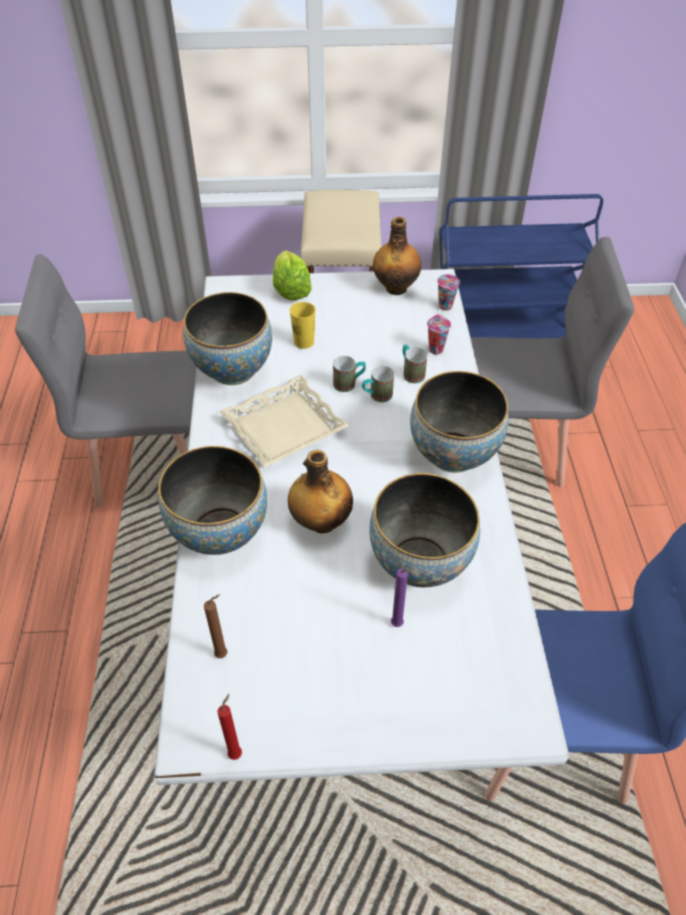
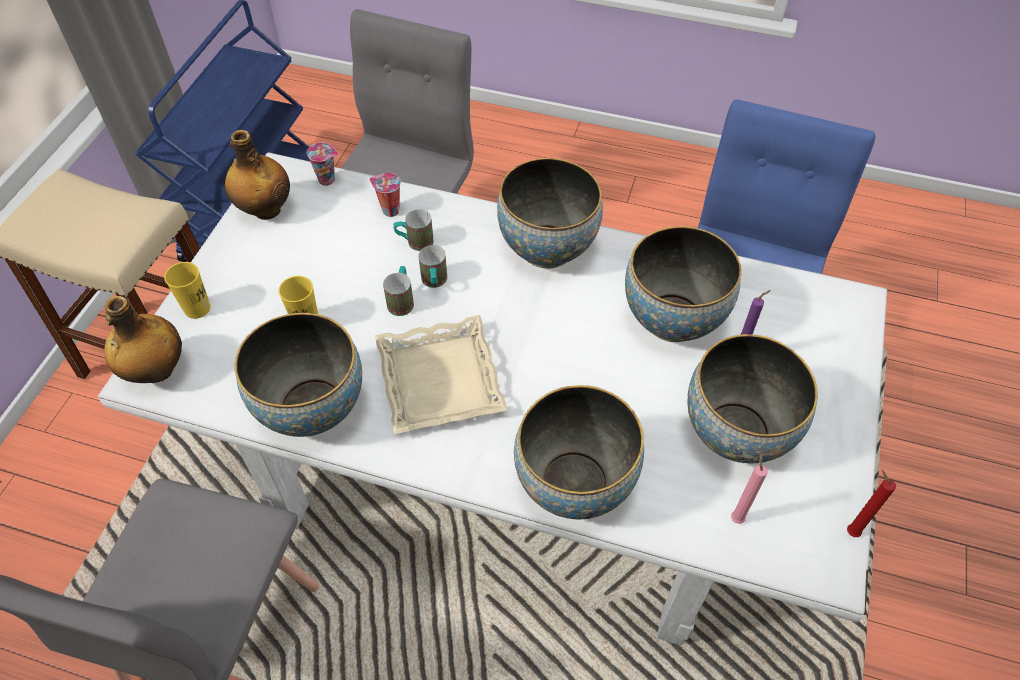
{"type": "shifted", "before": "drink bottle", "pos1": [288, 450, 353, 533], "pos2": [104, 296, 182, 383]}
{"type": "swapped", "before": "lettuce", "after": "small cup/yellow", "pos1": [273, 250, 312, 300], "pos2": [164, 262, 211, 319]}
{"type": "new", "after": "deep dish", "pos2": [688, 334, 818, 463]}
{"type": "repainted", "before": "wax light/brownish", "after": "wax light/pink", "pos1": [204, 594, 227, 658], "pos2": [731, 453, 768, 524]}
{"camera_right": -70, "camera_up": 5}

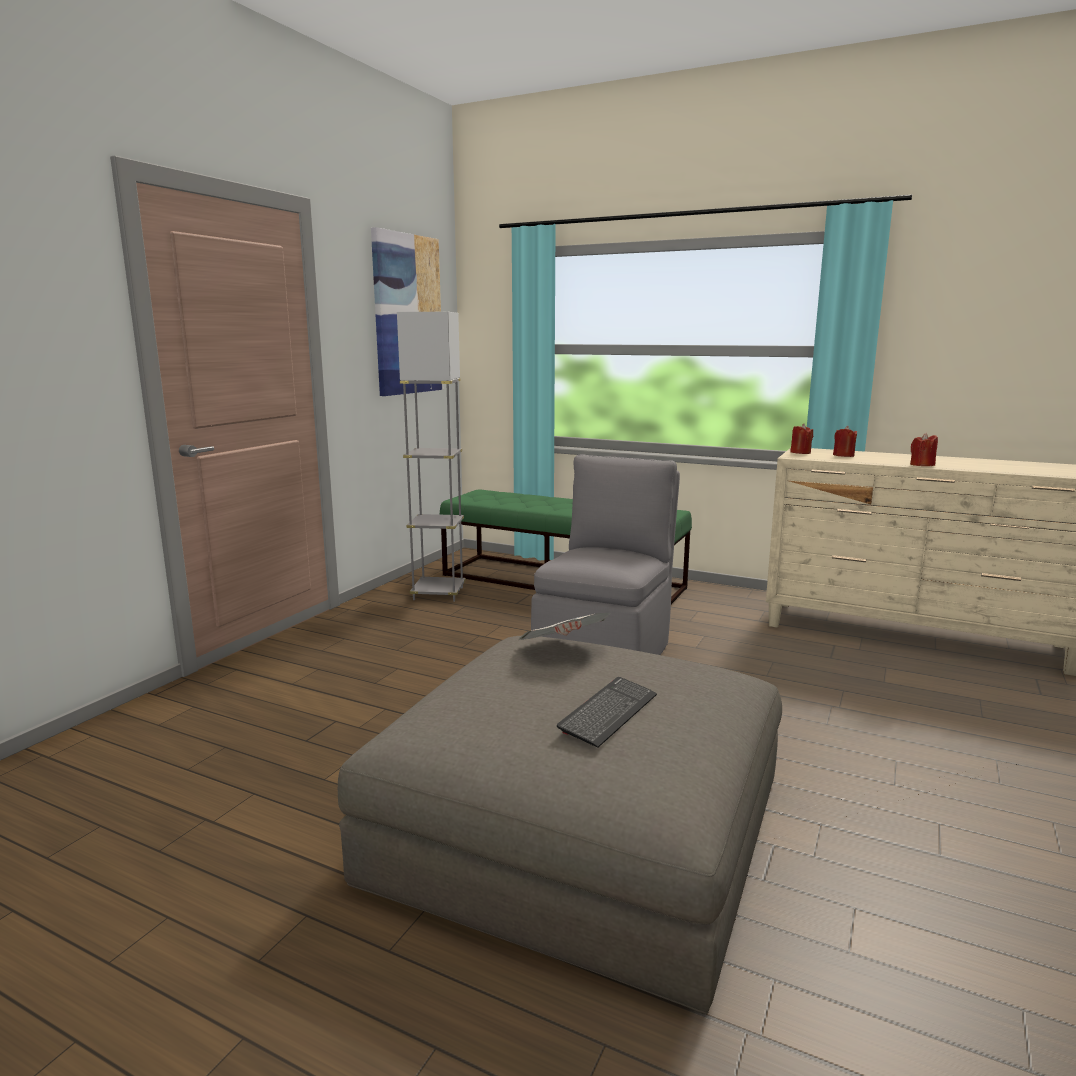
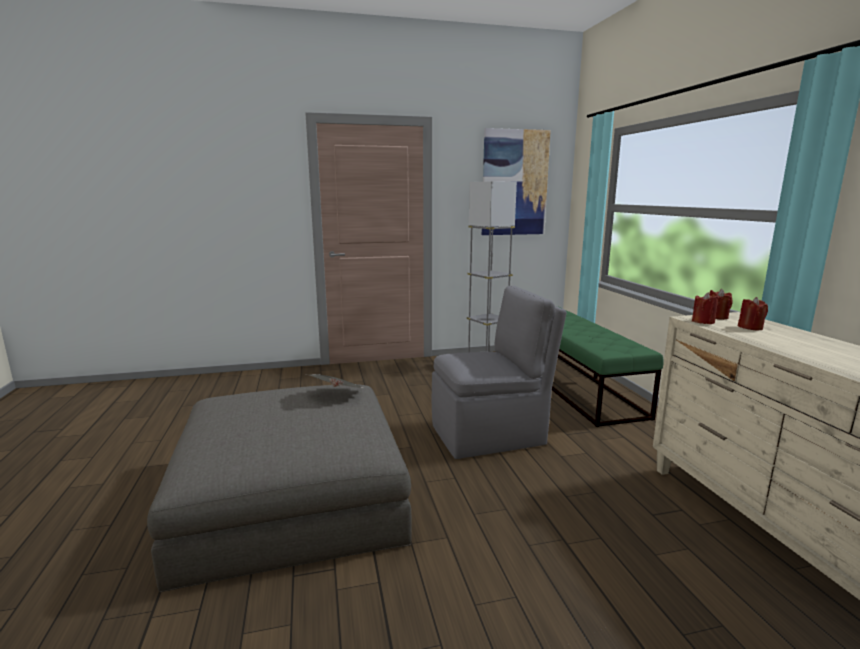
{"type": "shifted", "before": "wax light/reddish", "pos1": [910, 433, 938, 466], "pos2": [692, 292, 719, 324]}
{"type": "gone", "before": "keyboard", "pos1": [557, 677, 657, 748]}
{"camera_right": 50, "camera_up": 0}

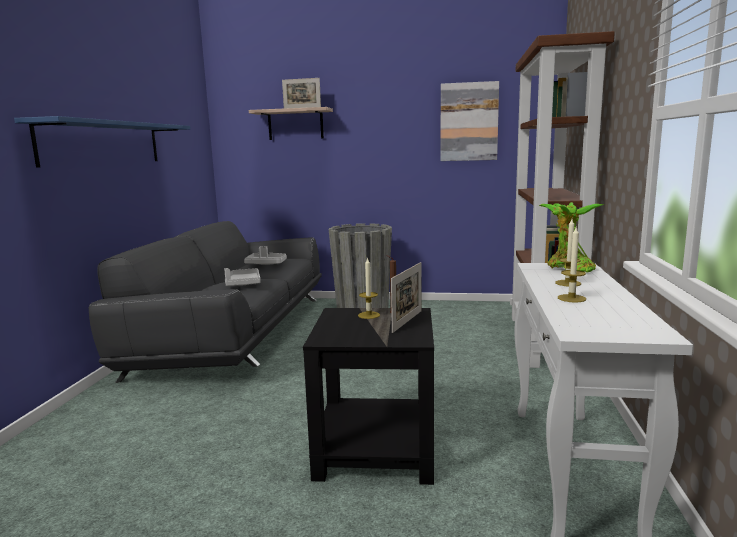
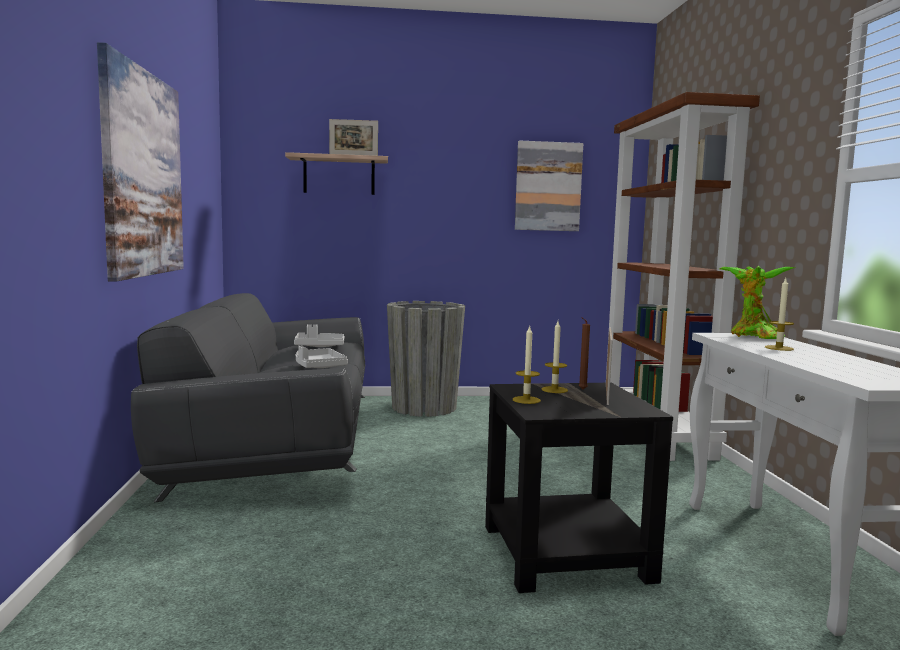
{"type": "swapped", "before": "bracket shelf/blue", "after": "wall art", "pos1": [14, 116, 191, 168], "pos2": [97, 42, 184, 282]}
{"type": "shifted", "before": "wax light", "pos1": [558, 227, 586, 303], "pos2": [513, 326, 541, 404]}
{"camera_right": -15, "camera_up": -5}

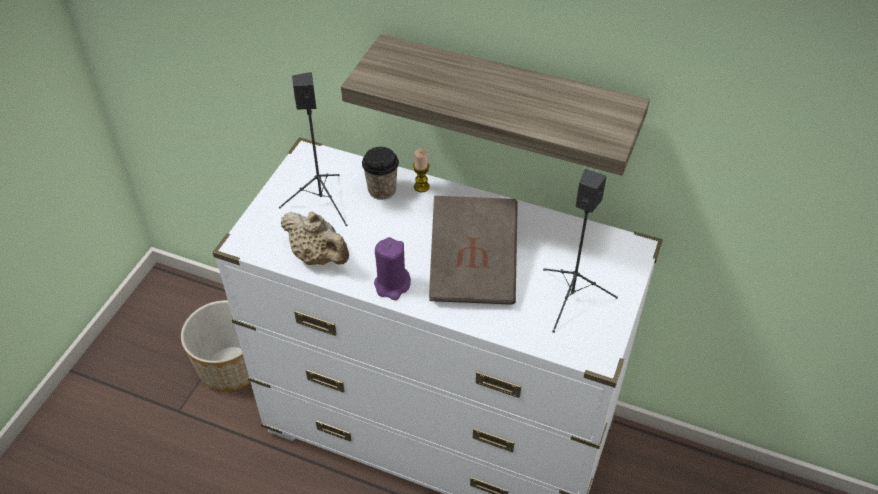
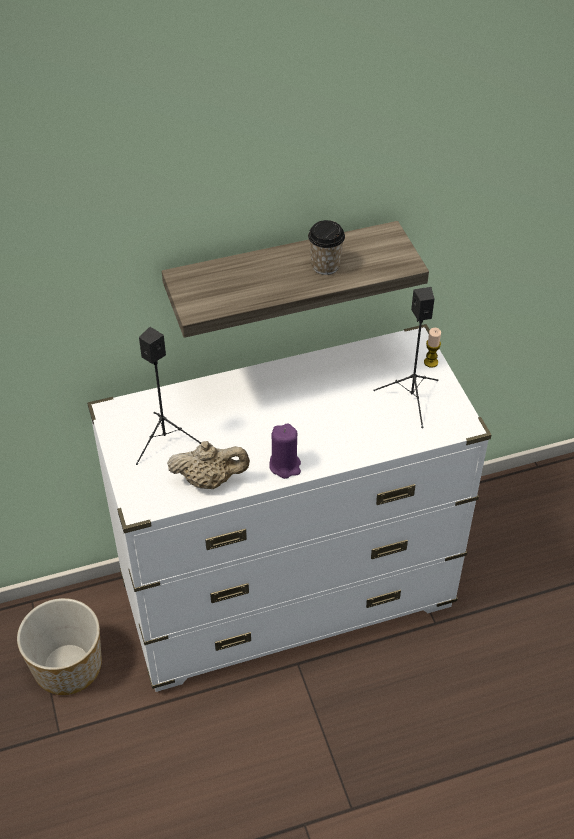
{"type": "shifted", "before": "small cup", "pos1": [362, 147, 399, 200], "pos2": [308, 220, 345, 275]}
{"type": "shifted", "before": "wax light", "pos1": [413, 148, 430, 192], "pos2": [424, 328, 441, 368]}
{"type": "gone", "before": "book/brownish", "pos1": [429, 196, 518, 305]}
{"camera_right": -40, "camera_up": 0}

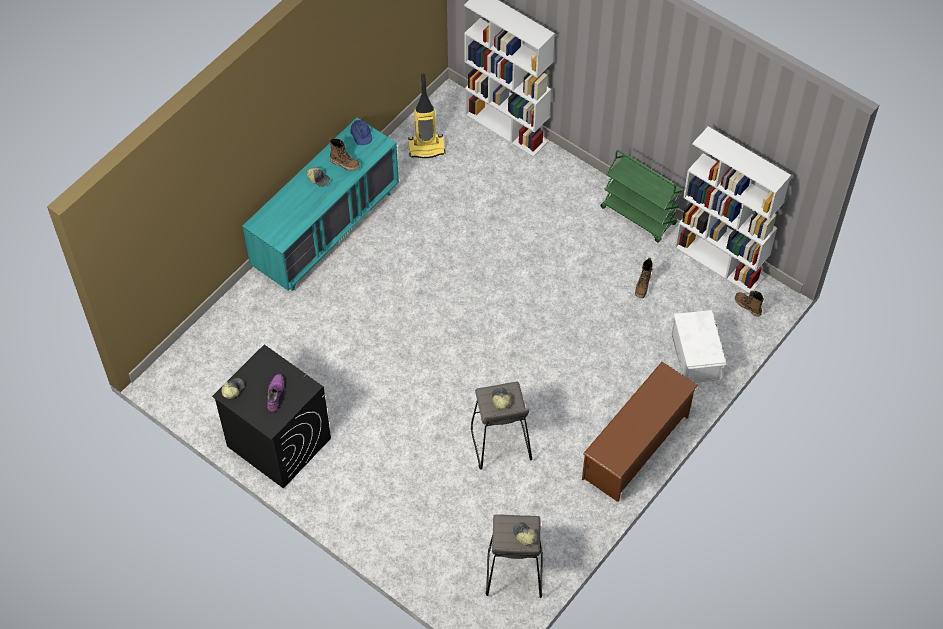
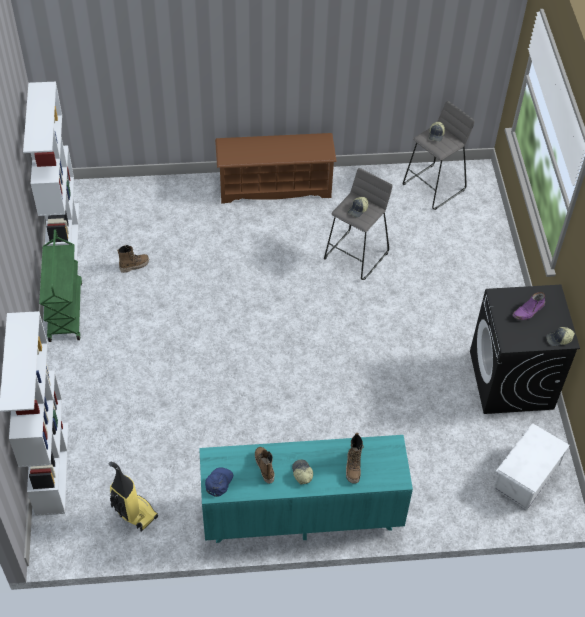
{"type": "shifted", "before": "boot", "pos1": [735, 291, 764, 317], "pos2": [346, 433, 364, 483]}
{"type": "shifted", "before": "storage box/whitish", "pos1": [672, 310, 726, 383], "pos2": [494, 424, 570, 510]}
{"camera_right": -135, "camera_up": -5}

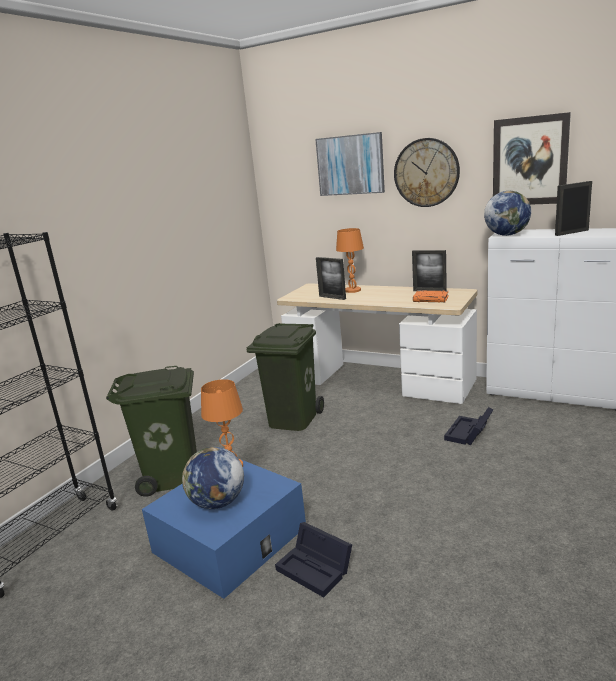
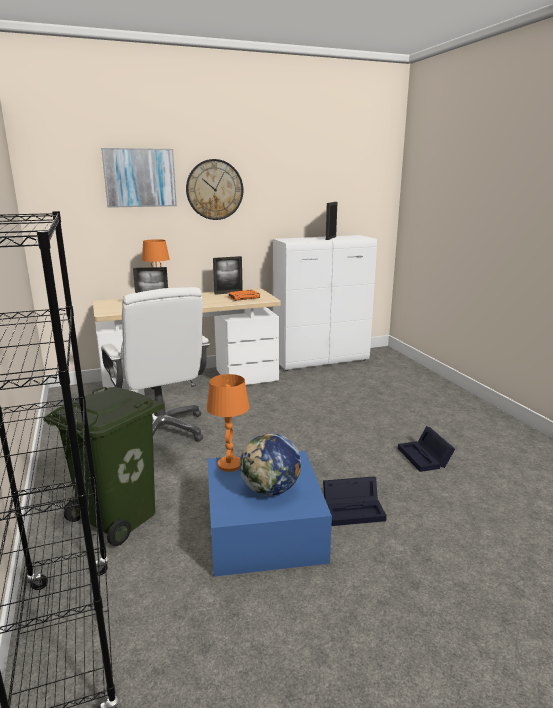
{"type": "swapped", "before": "rubbish bin/greenish", "after": "computer chair/whitish", "pos1": [247, 323, 324, 431], "pos2": [101, 287, 210, 442]}
{"type": "shifted", "before": "storage box/black-coloured", "pos1": [444, 407, 493, 446], "pos2": [398, 426, 455, 472]}
{"type": "gone", "before": "desk globe", "pos1": [484, 191, 531, 236]}
{"type": "gone", "before": "wall art", "pos1": [493, 112, 571, 205]}
{"camera_right": -50, "camera_up": 0}

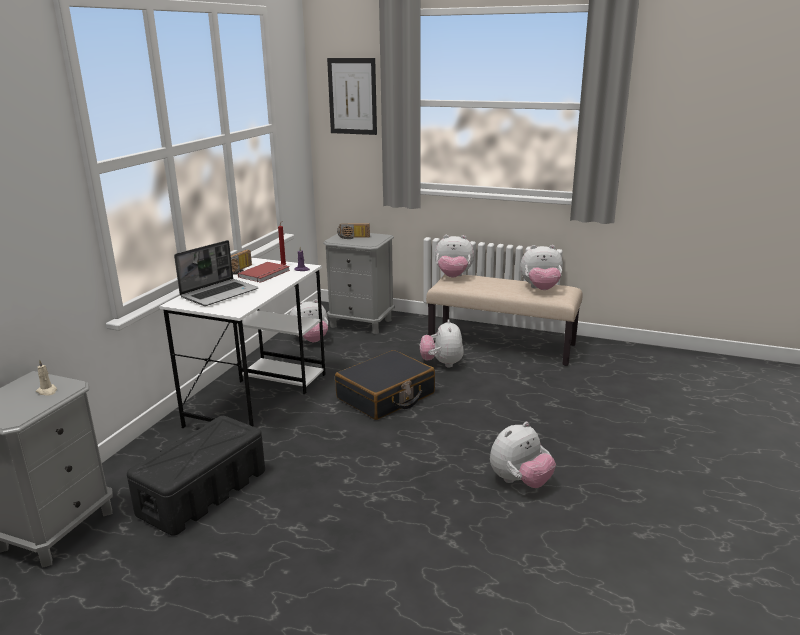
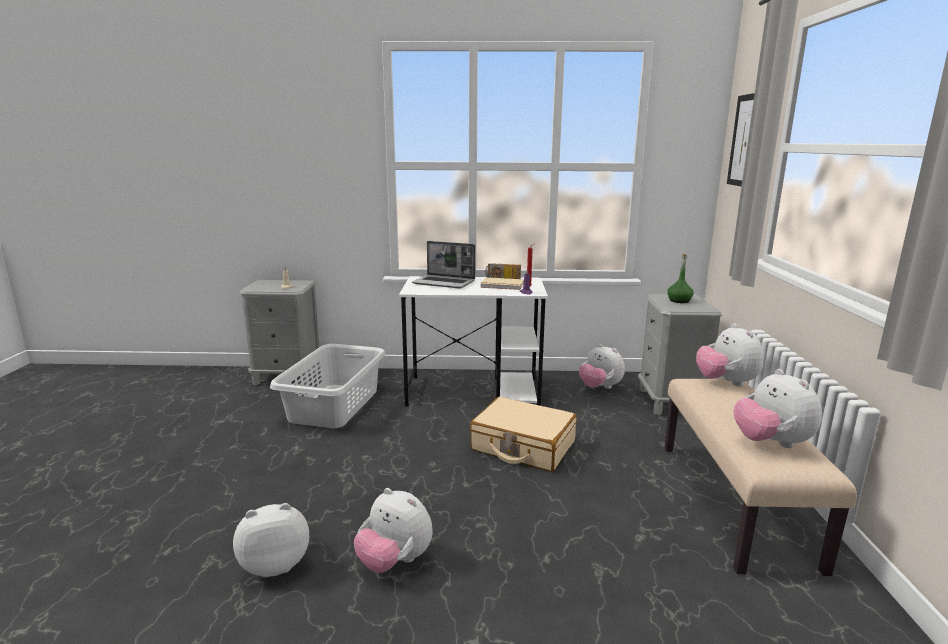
{"type": "shifted", "before": "soft toy", "pos1": [420, 319, 464, 367], "pos2": [233, 503, 309, 578]}
{"type": "swapped", "before": "storage box/black-coloured", "after": "hamper/greyish", "pos1": [127, 416, 265, 536], "pos2": [270, 344, 385, 428]}
{"type": "repainted", "before": "travel case/black-coloured", "after": "travel case/beige-coloured", "pos1": [335, 350, 435, 420], "pos2": [470, 396, 577, 472]}
{"type": "repainted", "before": "book/reddish", "after": "book/beige-coloured", "pos1": [238, 262, 290, 283], "pos2": [480, 277, 524, 290]}
{"type": "swapped", "before": "radio", "after": "drink bottle/greenish", "pos1": [337, 223, 370, 239], "pos2": [667, 254, 694, 303]}
{"camera_right": 70, "camera_up": -5}

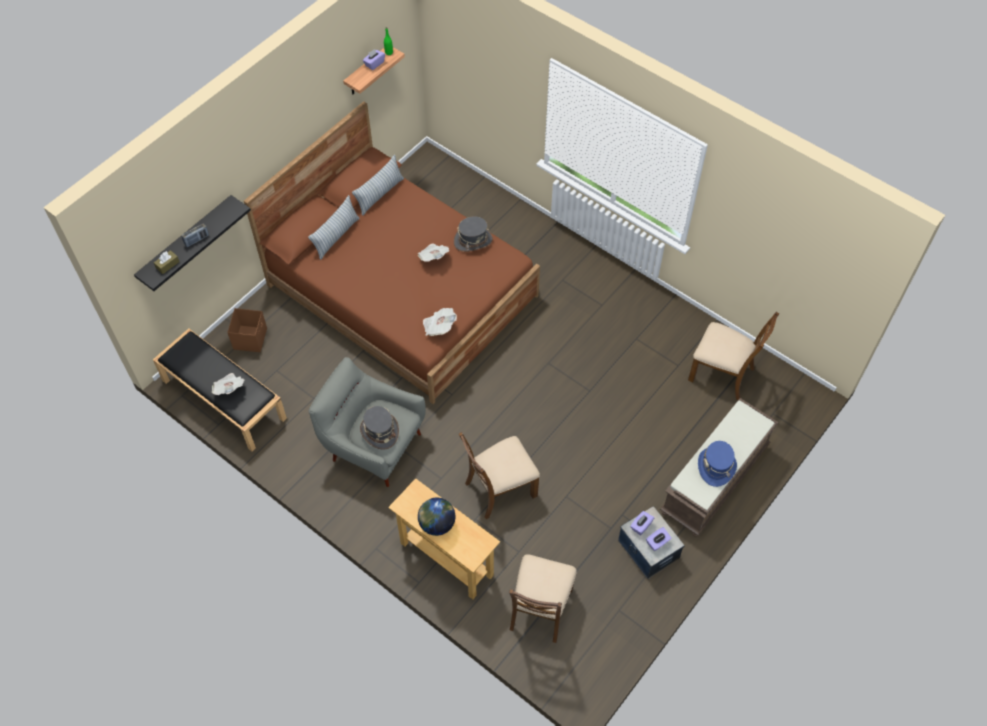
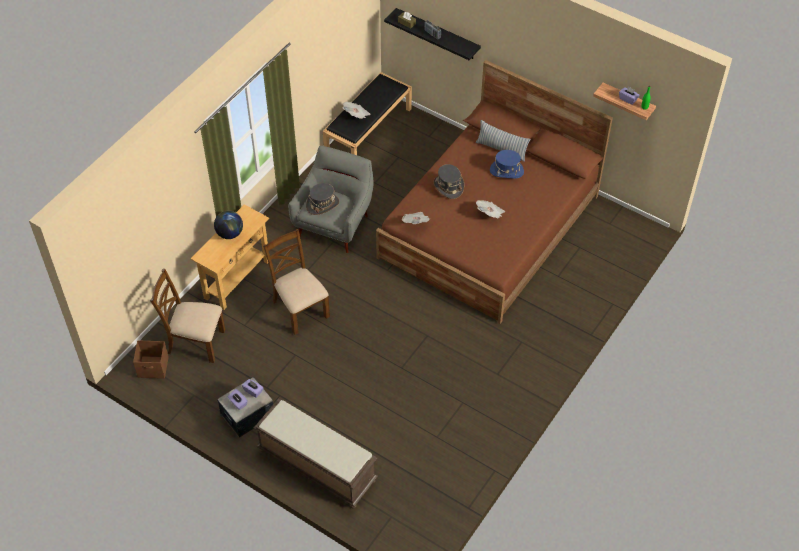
{"type": "shifted", "before": "storage box/brownish", "pos1": [227, 308, 267, 352], "pos2": [133, 340, 169, 379]}
{"type": "shifted", "before": "hat/greyish", "pos1": [454, 216, 493, 252], "pos2": [433, 164, 464, 199]}
{"type": "shifted", "before": "hat/blue", "pos1": [698, 441, 737, 487], "pos2": [490, 150, 524, 179]}
{"type": "gone", "before": "pillow", "pos1": [352, 155, 404, 216]}
{"type": "gone", "before": "upright chair/brownish", "pos1": [688, 312, 779, 400]}
{"camera_right": 85, "camera_up": -5}

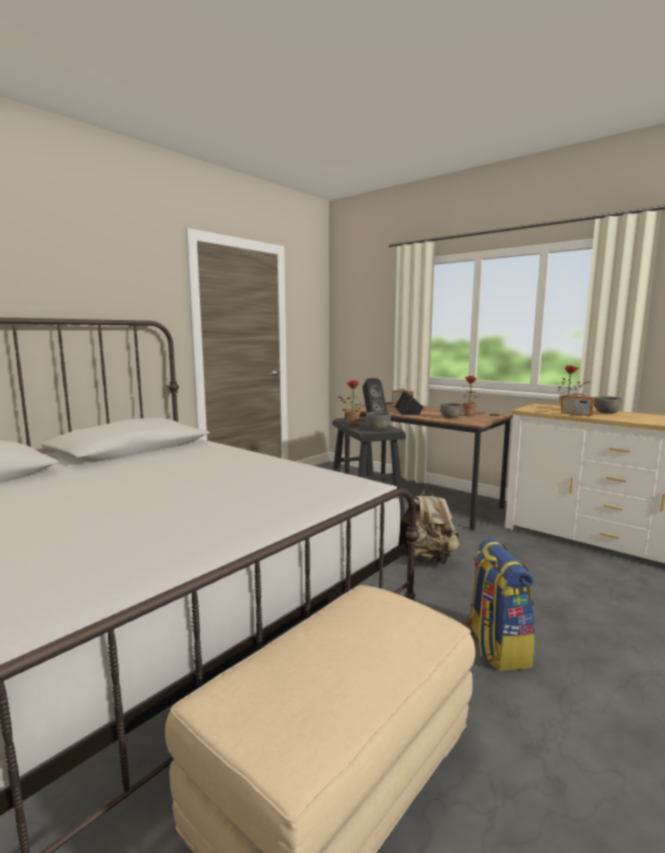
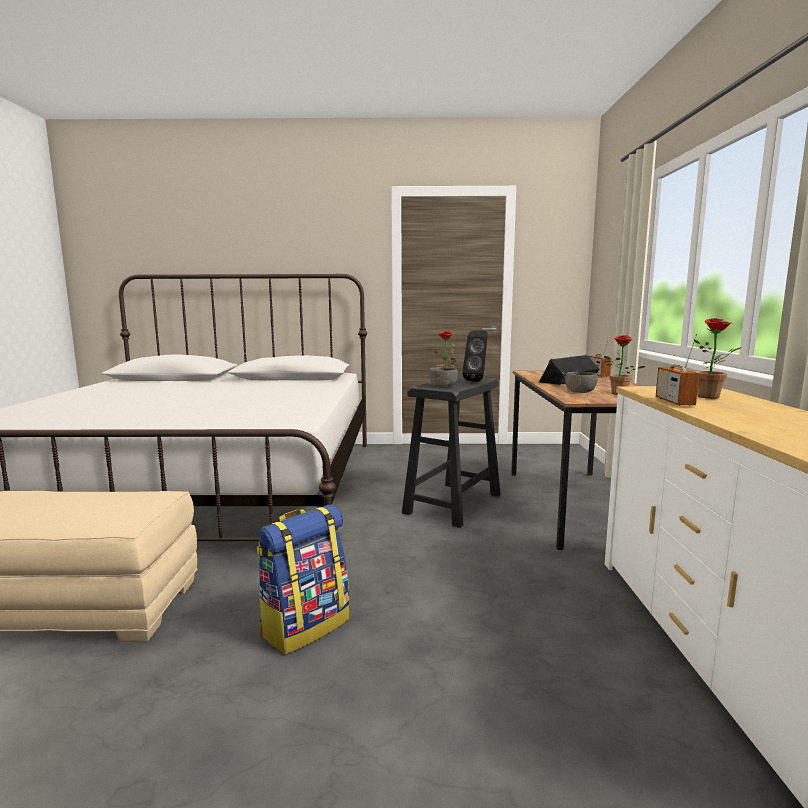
{"type": "gone", "before": "knapsack/beige-coloured", "pos1": [402, 487, 459, 565]}
{"type": "gone", "before": "deep dish/greyish", "pos1": [594, 396, 622, 414]}
{"camera_right": 50, "camera_up": 0}

